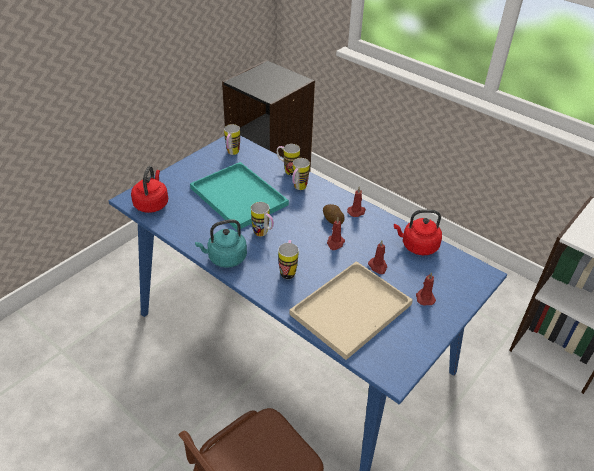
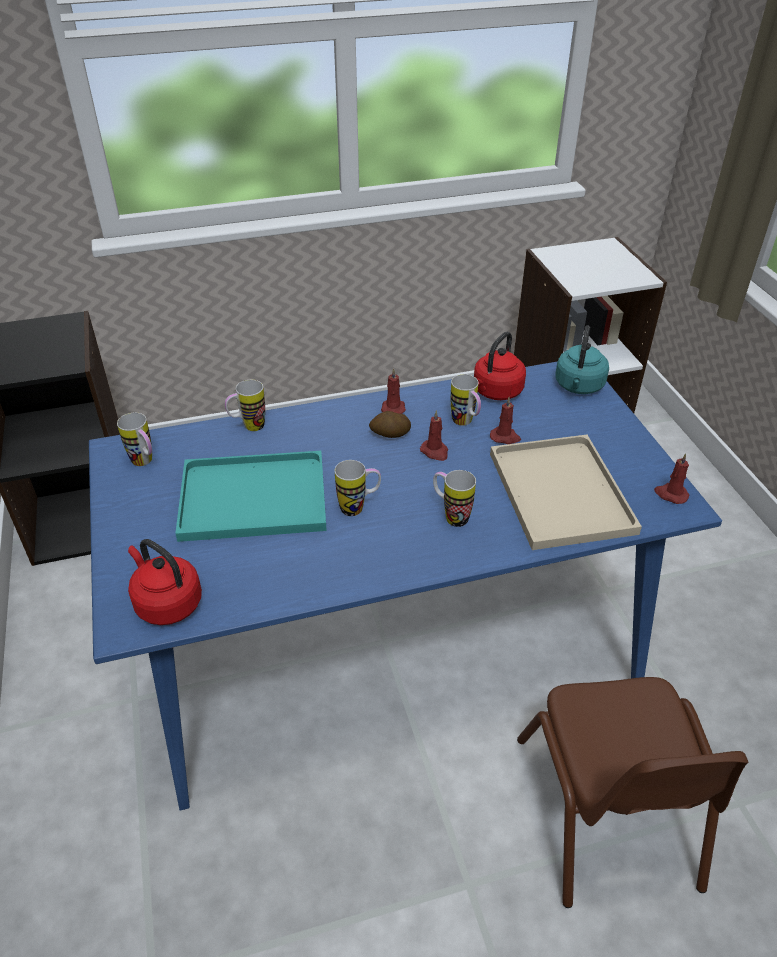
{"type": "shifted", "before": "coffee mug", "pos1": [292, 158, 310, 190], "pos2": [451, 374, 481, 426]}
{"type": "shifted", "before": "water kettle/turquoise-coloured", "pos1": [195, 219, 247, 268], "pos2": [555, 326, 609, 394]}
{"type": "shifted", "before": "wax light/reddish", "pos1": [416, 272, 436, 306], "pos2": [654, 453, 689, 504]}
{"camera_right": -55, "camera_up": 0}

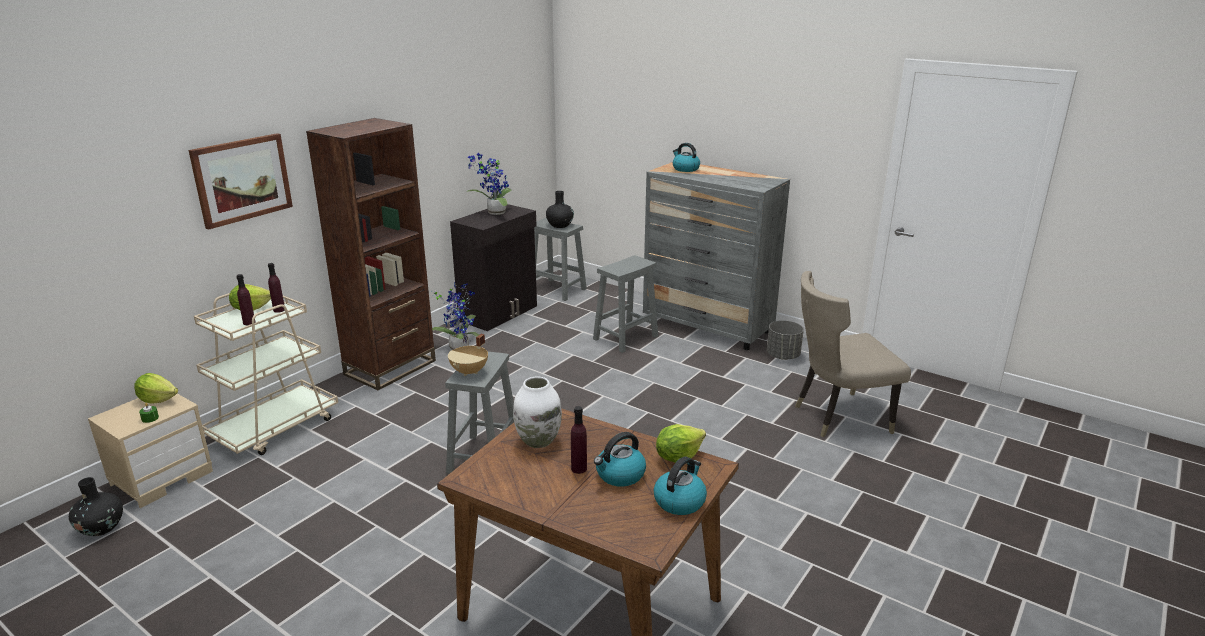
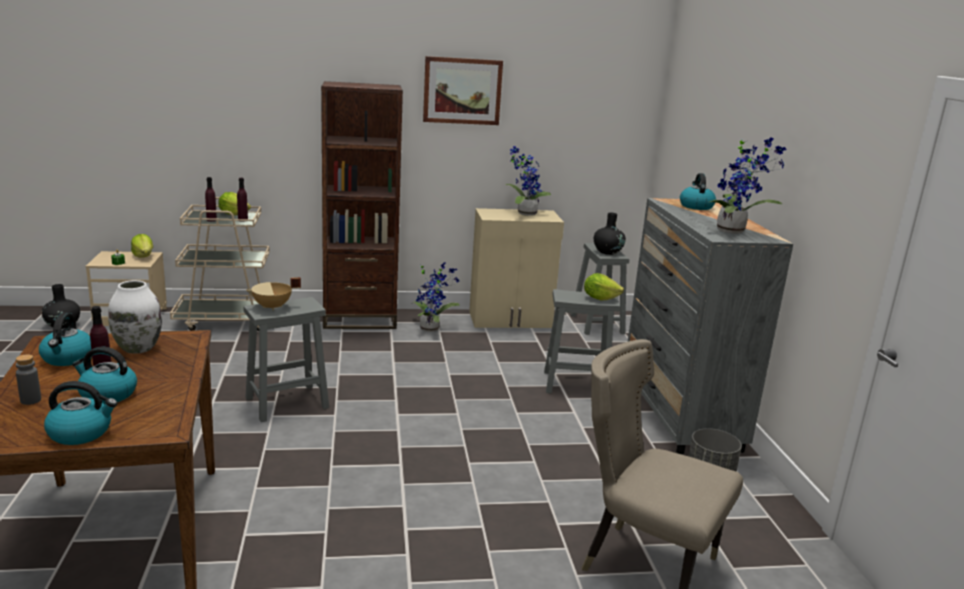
{"type": "new", "after": "drink bottle/greyish", "pos2": [16, 354, 41, 405]}
{"type": "new", "after": "water kettle", "pos2": [39, 313, 91, 366]}
{"type": "shifted", "before": "wall art", "pos1": [189, 133, 293, 230], "pos2": [423, 56, 503, 125]}
{"type": "repainted", "before": "storage cabinet/black-coloured", "after": "storage cabinet/beige-coloured", "pos1": [450, 204, 537, 331], "pos2": [469, 208, 564, 328]}
{"type": "shifted", "before": "lettuce", "pos1": [656, 424, 706, 463], "pos2": [584, 273, 624, 301]}
{"type": "new", "after": "houseplant", "pos2": [710, 137, 787, 233]}
{"camera_right": 45, "camera_up": -5}

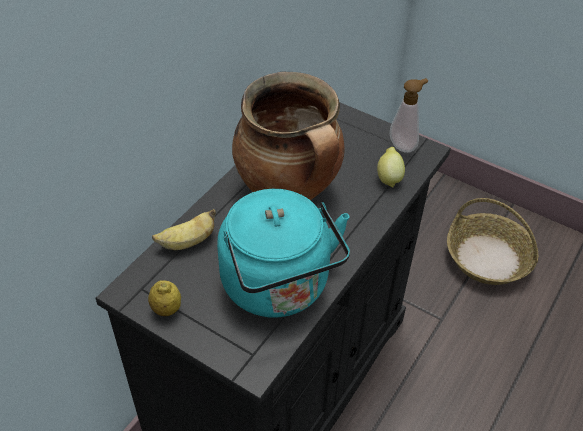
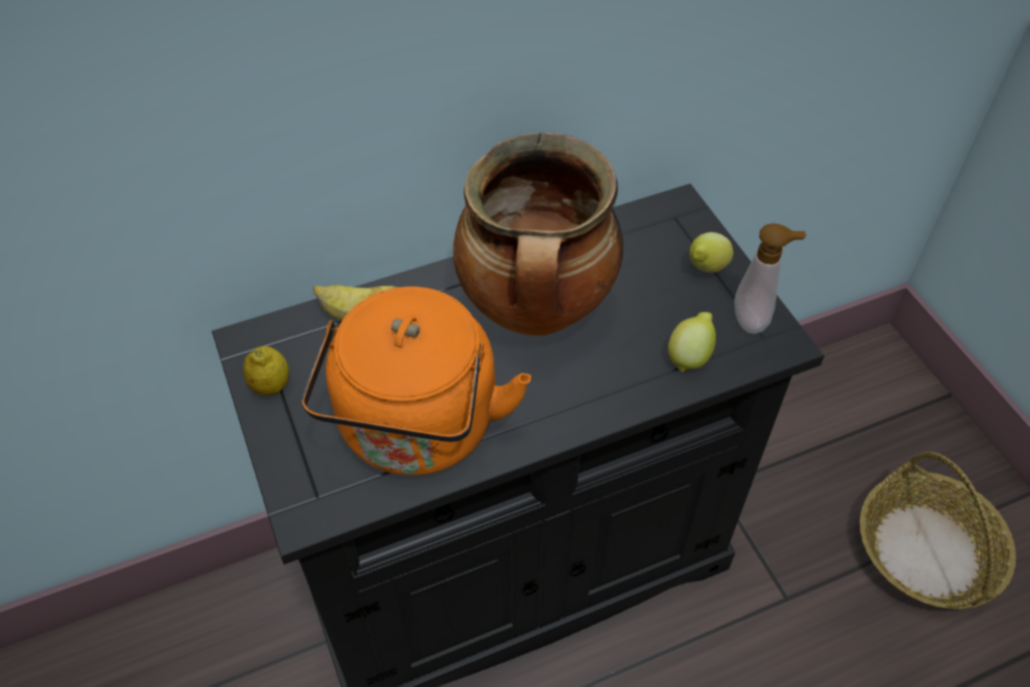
{"type": "repainted", "before": "water kettle/turquoise-coloured", "after": "water kettle/orangey", "pos1": [217, 189, 350, 318], "pos2": [301, 287, 531, 476]}
{"type": "new", "after": "whole lemon", "pos2": [689, 232, 733, 273]}
{"camera_right": 35, "camera_up": 5}

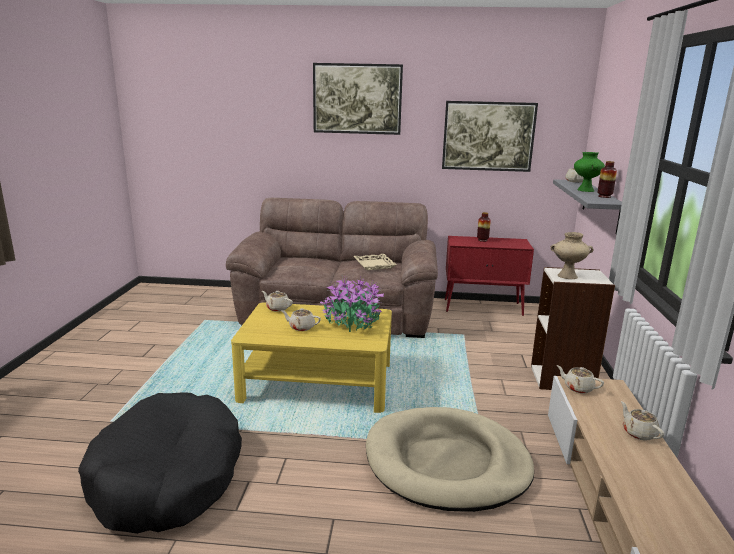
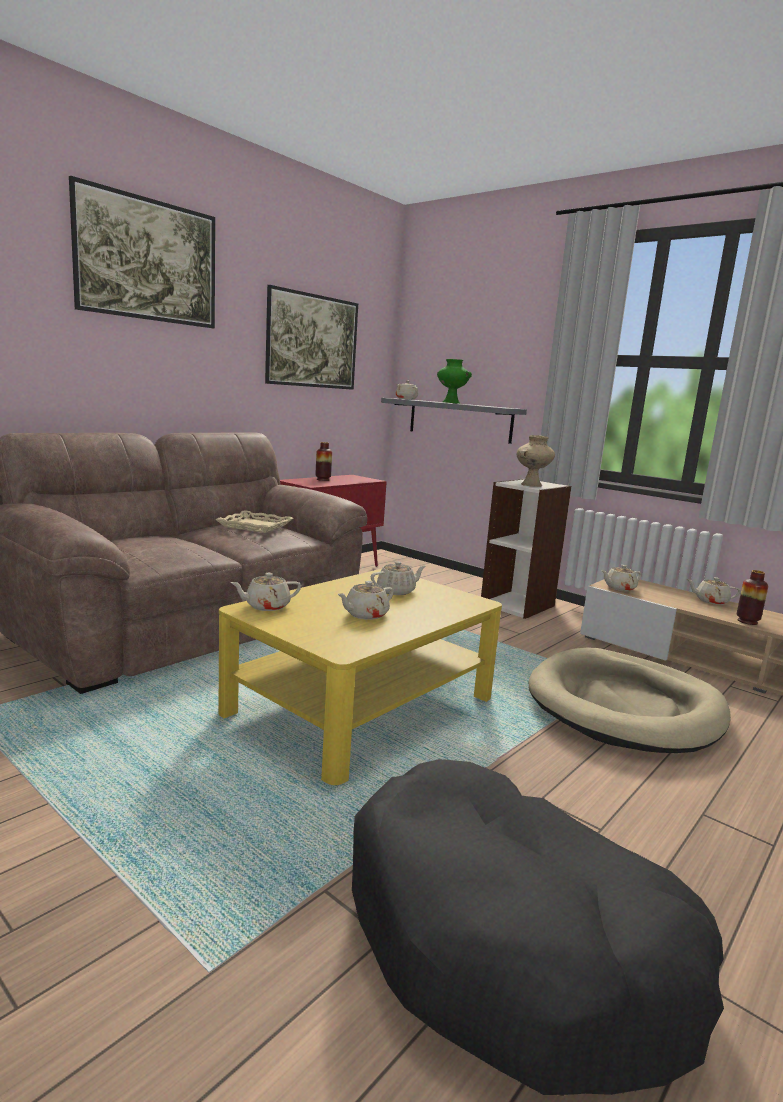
{"type": "swapped", "before": "houseplant", "after": "pot for tea/beige-coloured", "pos1": [320, 276, 384, 332], "pos2": [371, 561, 426, 595]}
{"type": "shifted", "before": "decorative vase", "pos1": [597, 161, 617, 198], "pos2": [737, 570, 768, 625]}
{"camera_right": -55, "camera_up": -5}

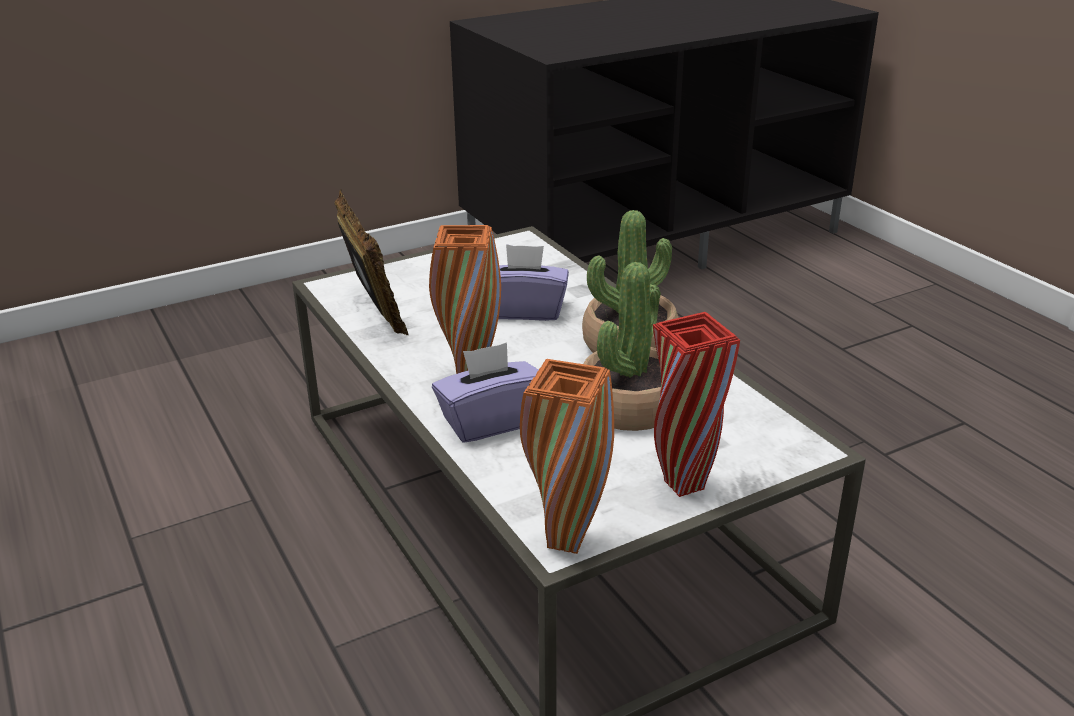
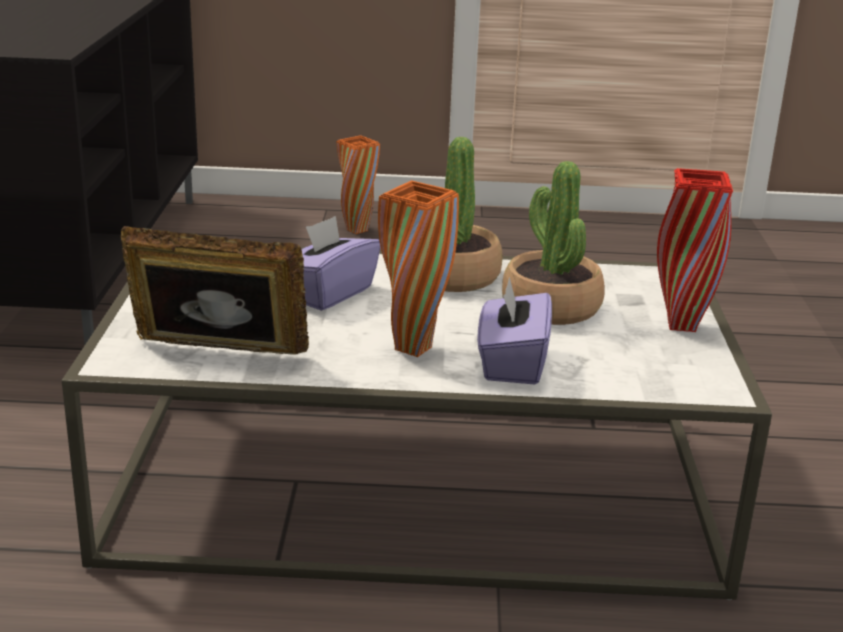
{"type": "shifted", "before": "decorative vase/orangey", "pos1": [520, 359, 614, 554], "pos2": [336, 135, 380, 234]}
{"camera_right": -60, "camera_up": -5}

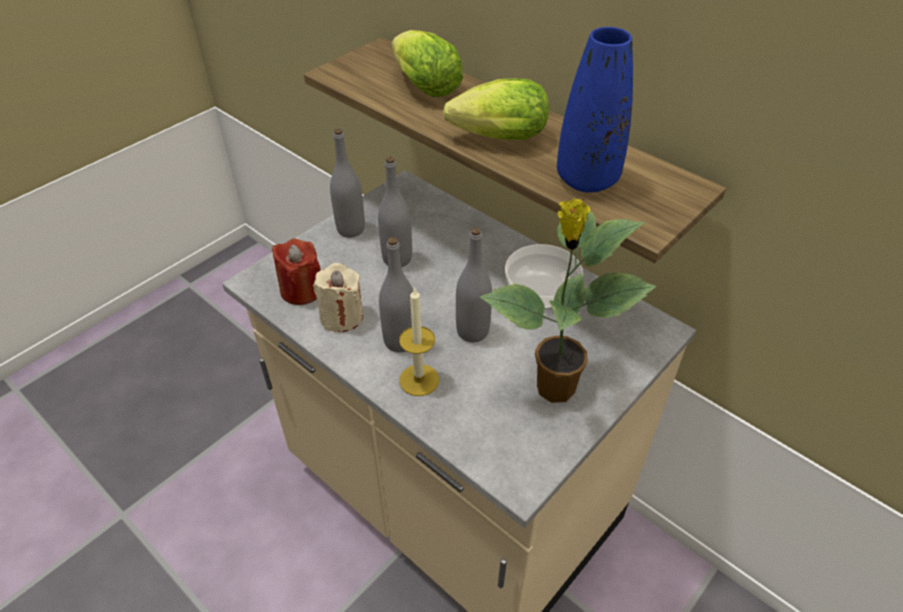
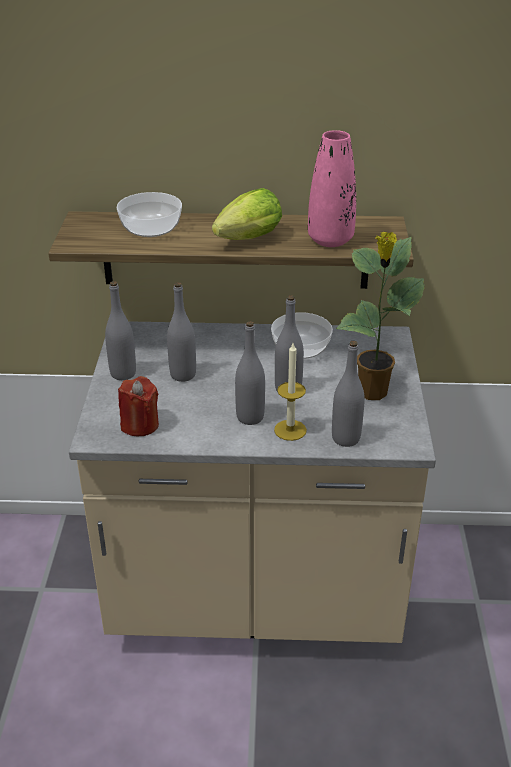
{"type": "swapped", "before": "lettuce", "after": "deep dish", "pos1": [392, 30, 463, 97], "pos2": [117, 192, 182, 237]}
{"type": "repainted", "before": "decorative vase/blue", "after": "decorative vase/pink", "pos1": [557, 27, 633, 193], "pos2": [308, 130, 356, 247]}
{"type": "new", "after": "drink bottle/greyish", "pos2": [332, 341, 365, 447]}
{"type": "gone", "before": "wax light/beige-coloured", "pos1": [313, 263, 363, 332]}
{"camera_right": -40, "camera_up": -10}

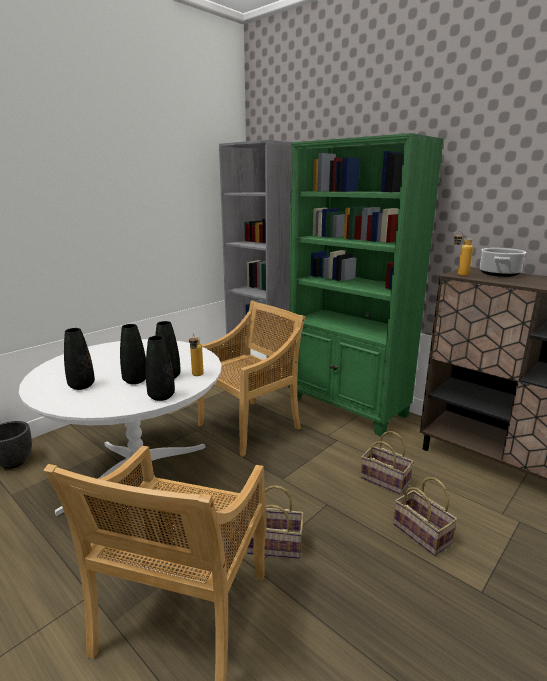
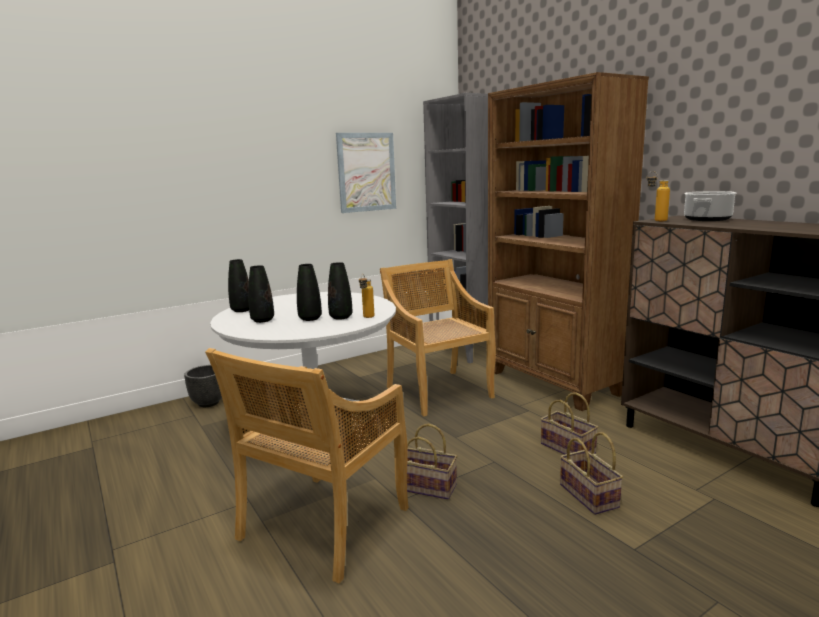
{"type": "shifted", "before": "decorative vase/black-coloured", "pos1": [146, 336, 175, 401], "pos2": [228, 259, 249, 312]}
{"type": "new", "after": "wall art", "pos2": [336, 133, 396, 213]}
{"type": "rotated", "before": "upright chair/beige-coloured", "pos1": [197, 300, 305, 457], "pos2": [380, 259, 496, 417], "turn": -90}
{"type": "repainted", "before": "bookshelf/greenish", "after": "bookshelf/brownish", "pos1": [288, 133, 444, 436], "pos2": [488, 72, 649, 411]}
{"camera_right": 15, "camera_up": -5}

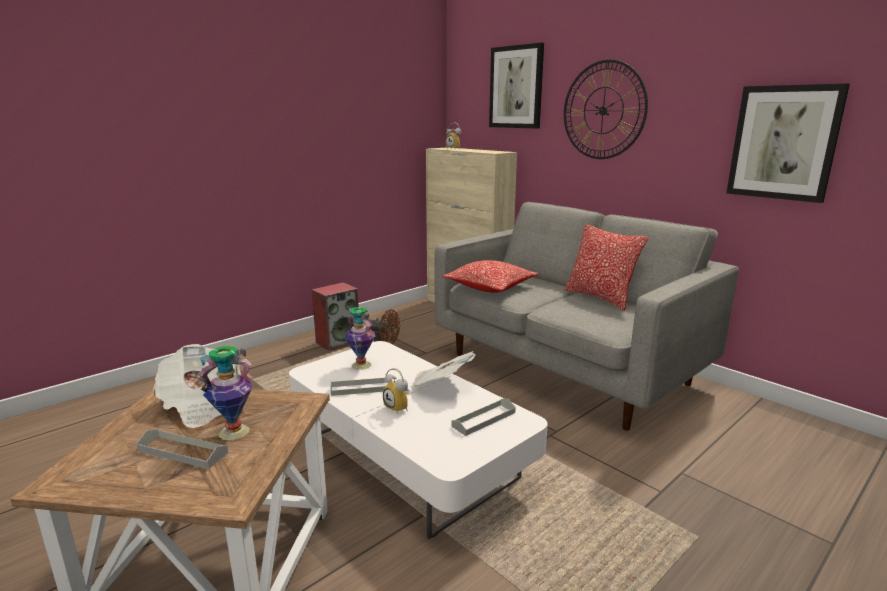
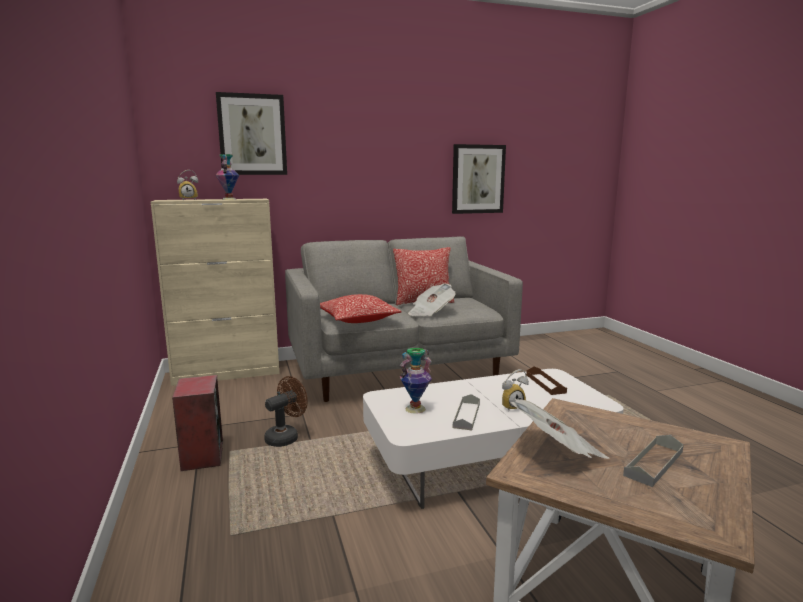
{"type": "shifted", "before": "decorative vase", "pos1": [198, 346, 253, 440], "pos2": [216, 154, 239, 200]}
{"type": "shifted", "before": "printed paper", "pos1": [411, 351, 475, 387], "pos2": [408, 284, 456, 316]}
{"type": "repainted", "before": "serving tray/greyish", "after": "serving tray/brownish", "pos1": [452, 399, 516, 436], "pos2": [526, 367, 567, 395]}
{"type": "gone", "before": "clock on the wall", "pos1": [564, 60, 648, 159]}
{"camera_right": -65, "camera_up": -5}

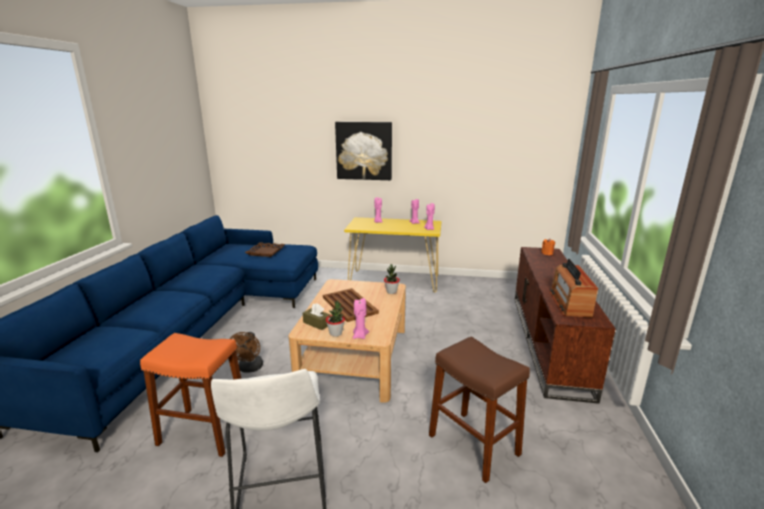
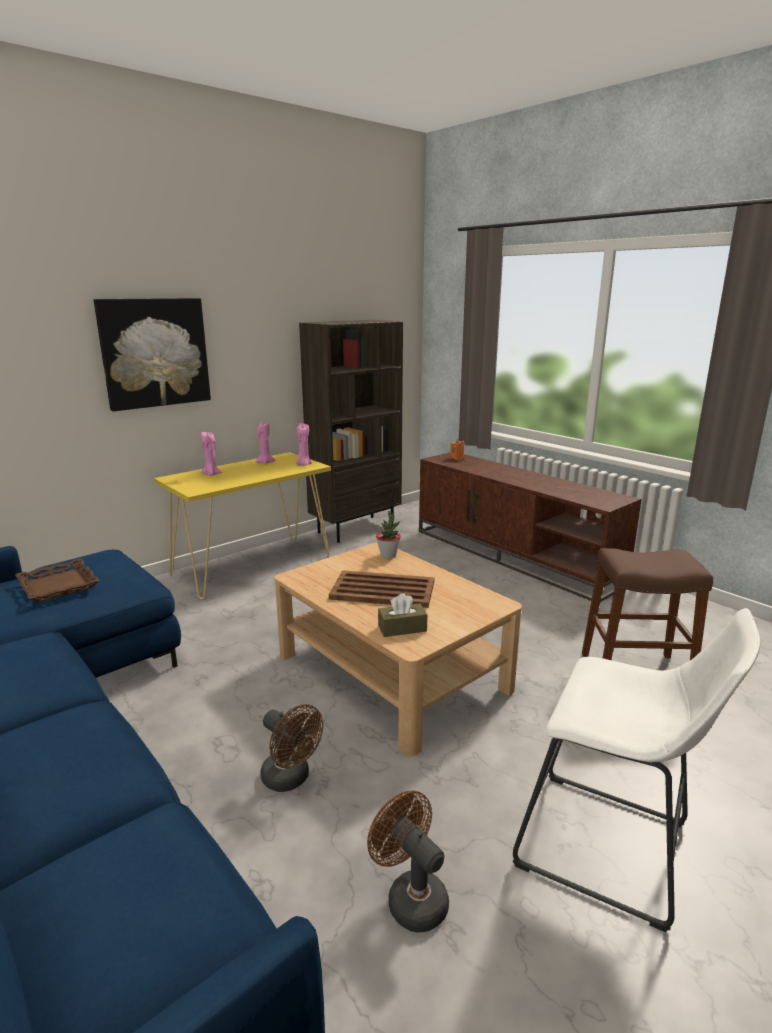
{"type": "new", "after": "bookshelf/brownish", "pos2": [299, 320, 403, 543]}
{"type": "swapped", "before": "sitting stool/orangey", "after": "electric fan/brownish", "pos1": [140, 333, 241, 457], "pos2": [367, 791, 449, 932]}
{"type": "gone", "before": "houseplant", "pos1": [326, 300, 345, 337]}
{"type": "gone", "before": "wax light/pink", "pos1": [353, 298, 369, 339]}
{"type": "gone", "before": "radio", "pos1": [550, 259, 598, 318]}
{"camera_right": -50, "camera_up": 0}

